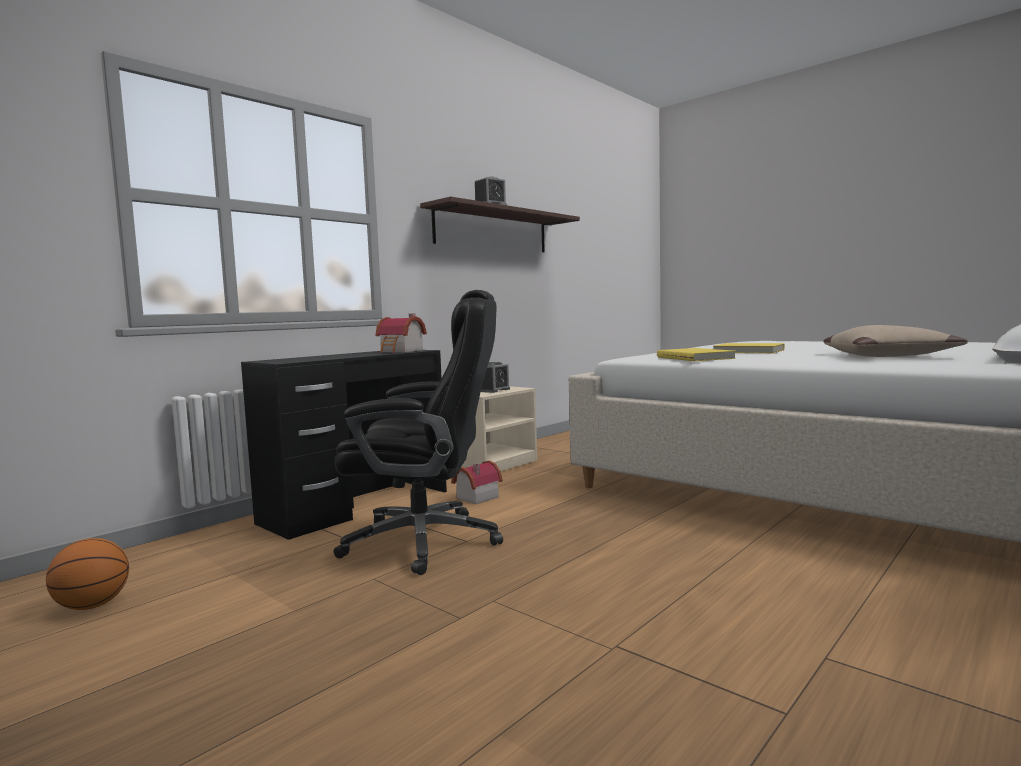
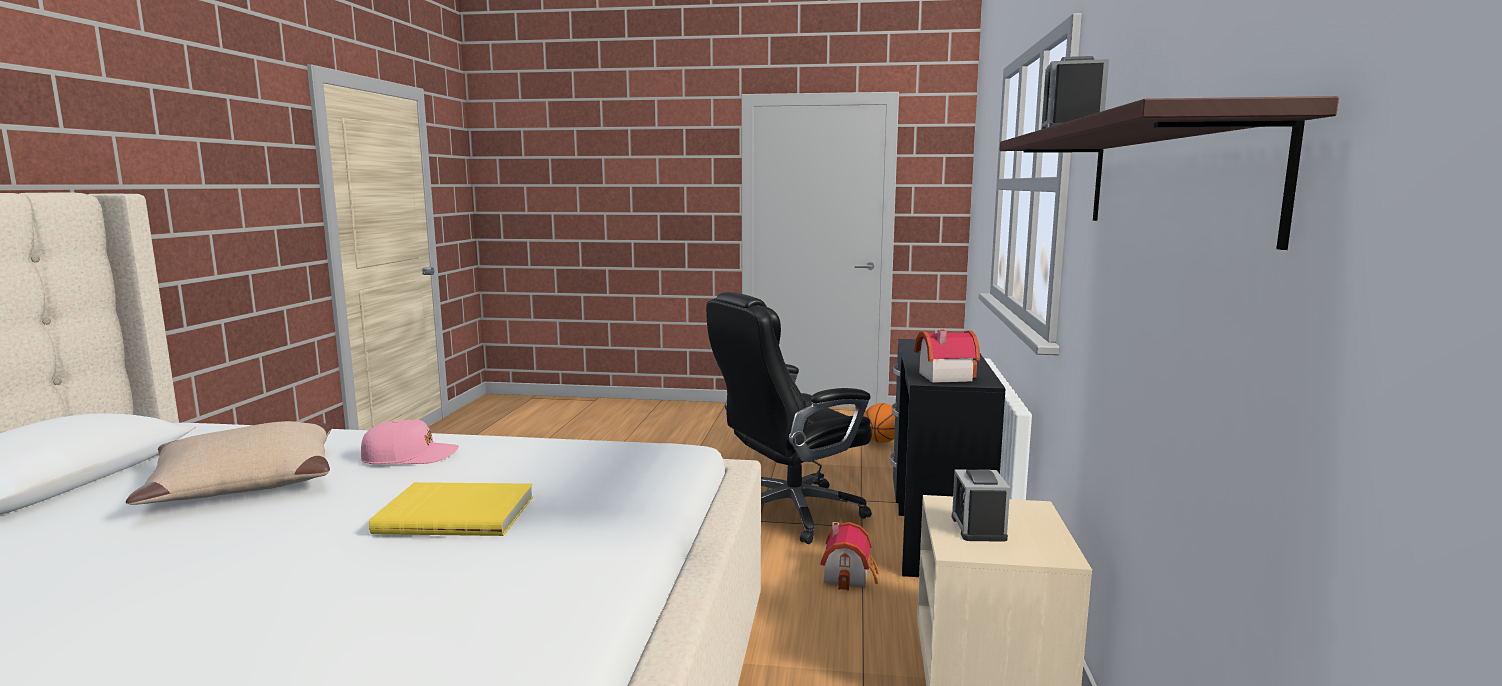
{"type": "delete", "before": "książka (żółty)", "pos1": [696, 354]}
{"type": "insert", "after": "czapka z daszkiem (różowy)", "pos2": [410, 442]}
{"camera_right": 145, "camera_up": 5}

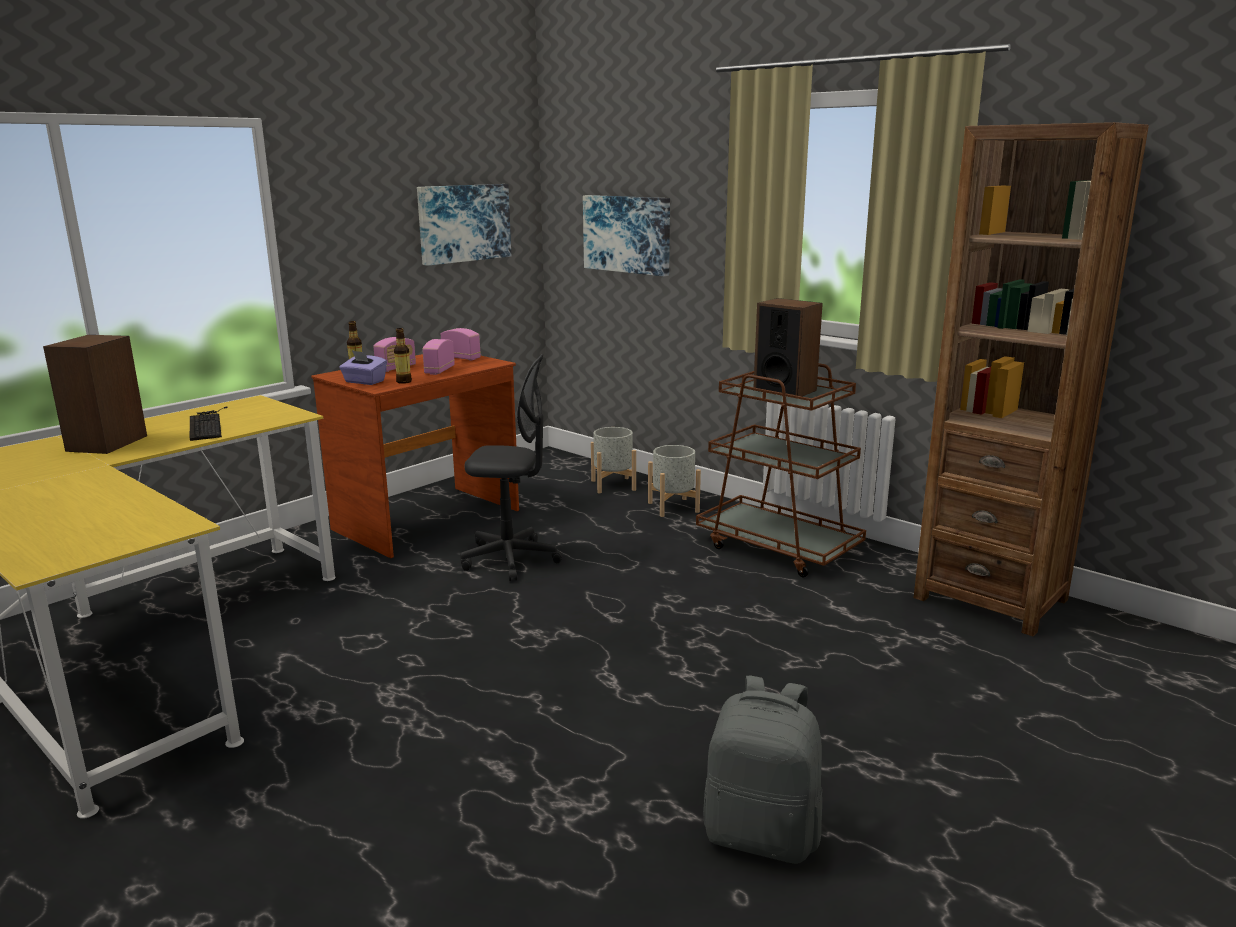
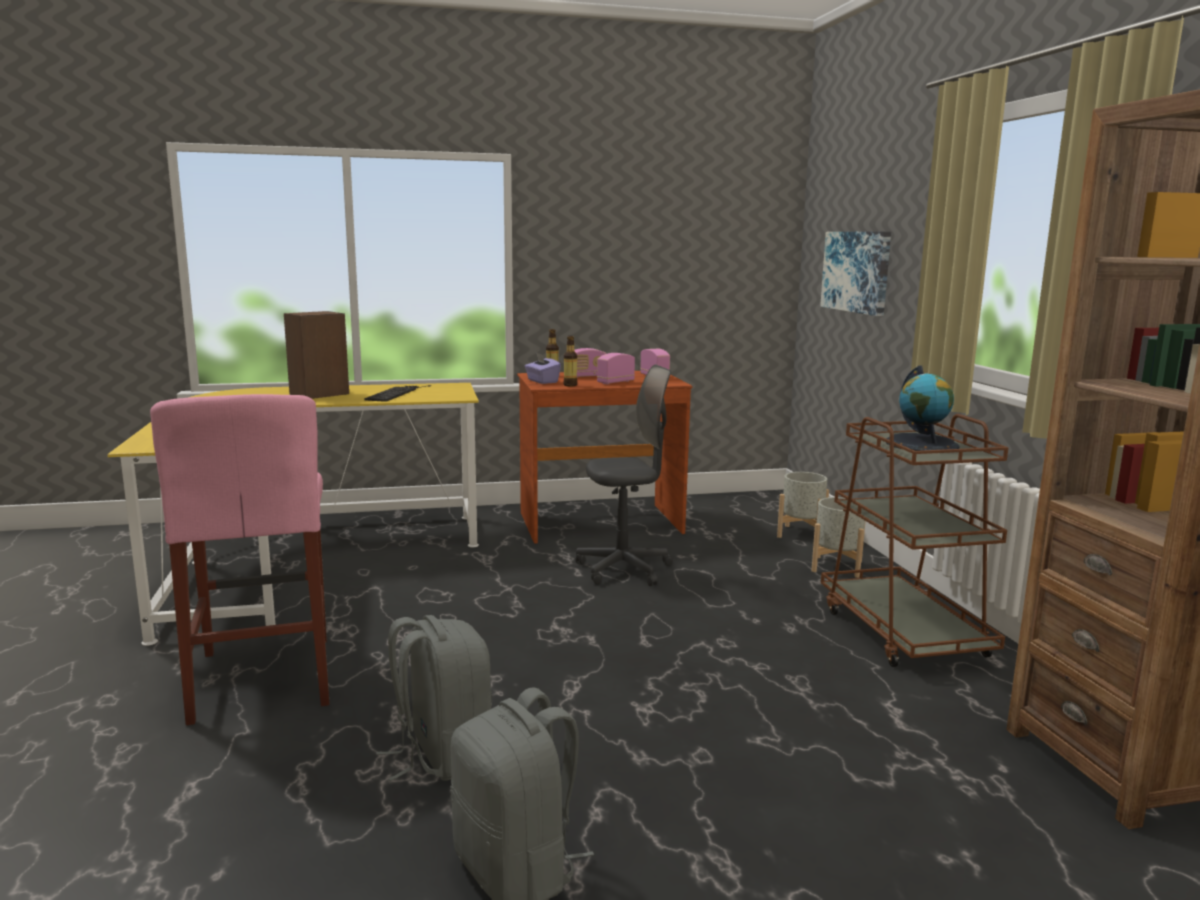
{"type": "delete", "before": "obraz", "pos1": [464, 225]}
{"type": "rotate", "before": "krzesło biurowe (szary)", "pos1": [511, 467], "pos2": [624, 475], "turn": -60}
{"type": "replace", "before": "głośnik", "after": "globus", "pos1": [788, 347], "pos2": [923, 408]}
{"type": "insert", "after": "stołek (różowy)", "pos2": [239, 559]}
{"type": "insert", "after": "plecak (szary)", "pos2": [434, 698]}
{"camera_right": 35, "camera_up": -5}

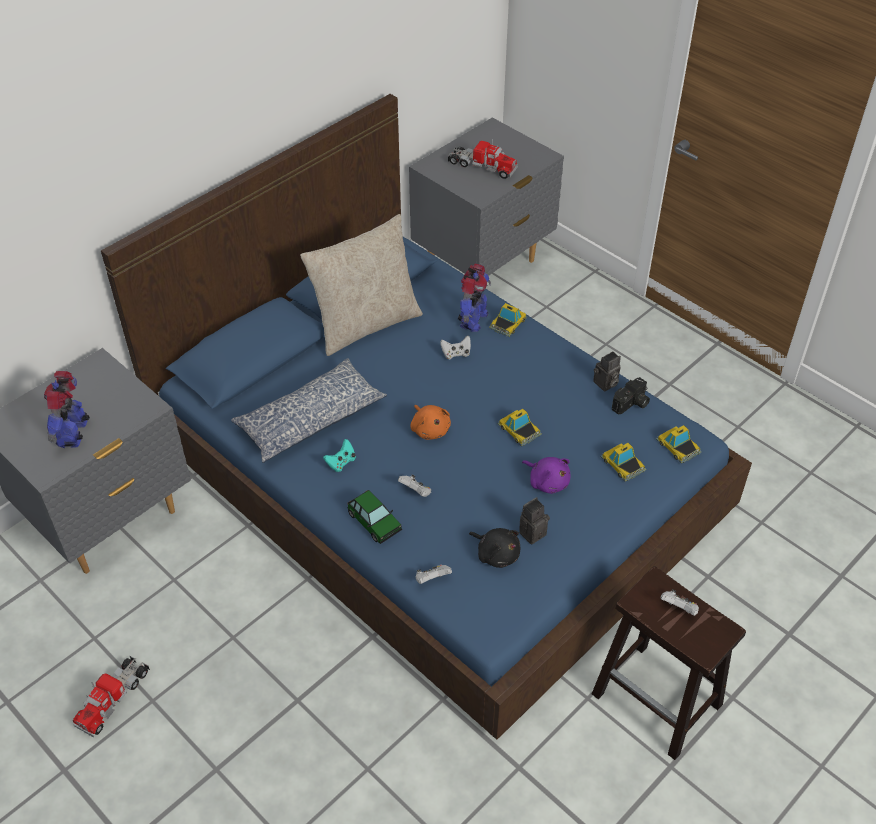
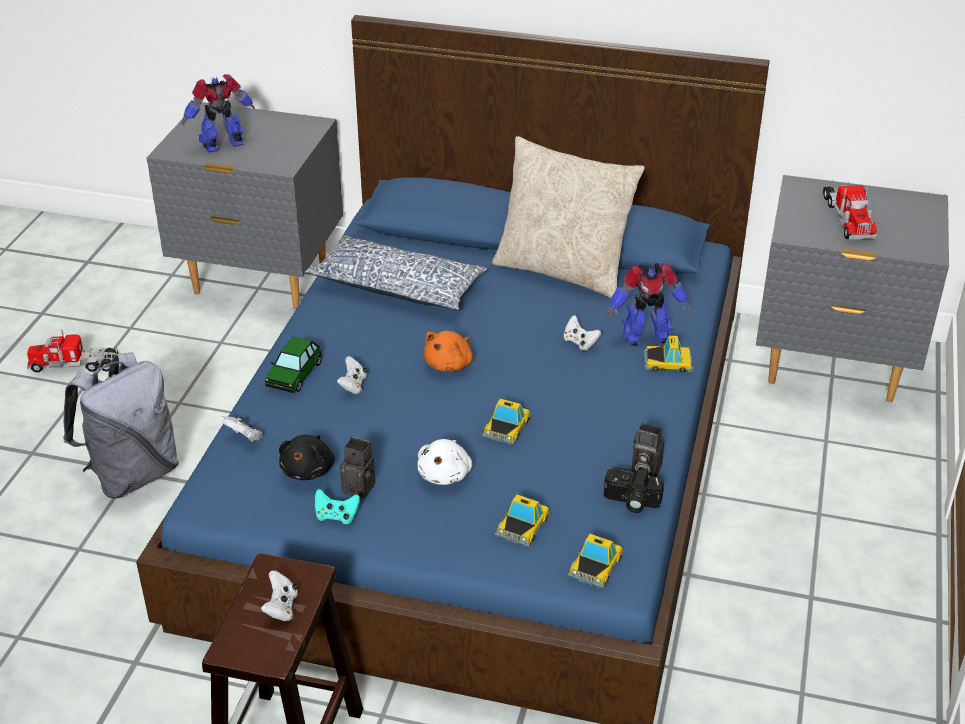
{"type": "move", "before": "pad do gier (turkusowy)", "pos1": [339, 455], "pos2": [337, 506]}
{"type": "recolor", "before": "pluszak (fioletowy)", "after": "pluszak (biały)", "pos1": [546, 475], "pos2": [445, 462]}
{"type": "insert", "after": "plecak (szary)", "pos2": [121, 425]}
{"camera_right": 60, "camera_up": -10}

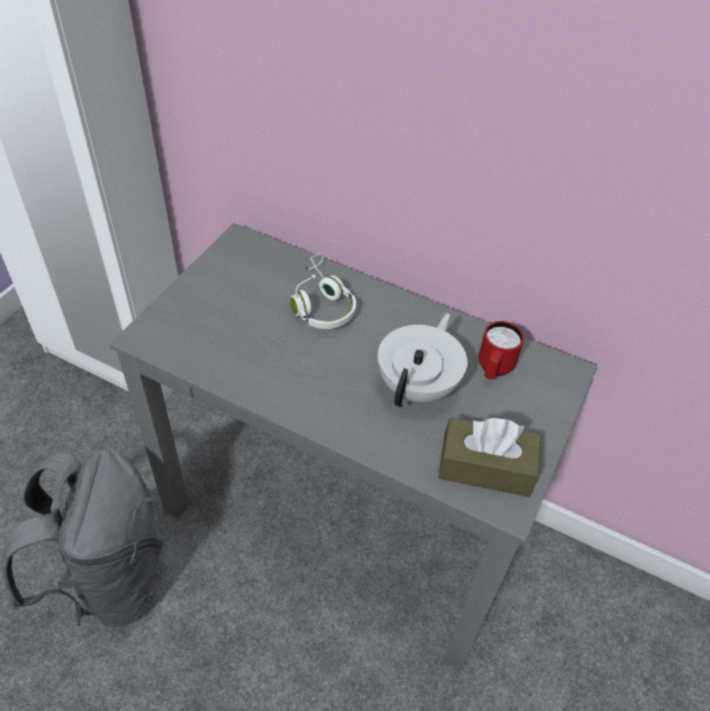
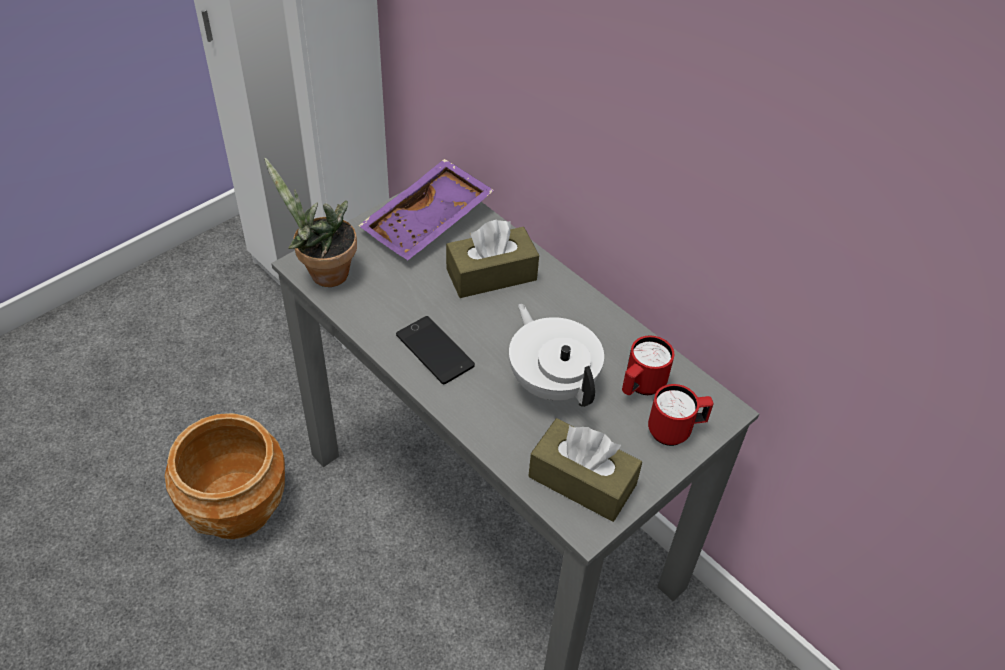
{"type": "replace", "before": "plecak (szary)", "after": "donica (brązowy)", "pos1": [83, 537], "pos2": [225, 476]}
{"type": "replace", "before": "słuchawki (biały)", "after": "pudełko chusteczek (brązowy)", "pos1": [323, 291], "pos2": [492, 259]}
{"type": "rotate", "before": "imbryk (biały)", "pos1": [422, 360], "pos2": [556, 355], "turn": -75}
{"type": "insert", "after": "roślina doniczkowa", "pos2": [310, 222]}
{"type": "insert", "after": "taca (fioletowy)", "pos2": [426, 209]}
{"type": "insert", "after": "telefon", "pos2": [435, 350]}
{"type": "insert", "after": "kubek (czerwony)", "pos2": [681, 415]}
{"camera_right": 20, "camera_up": 0}

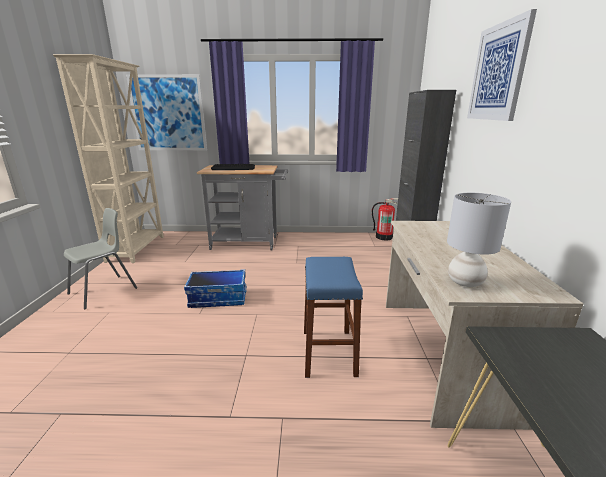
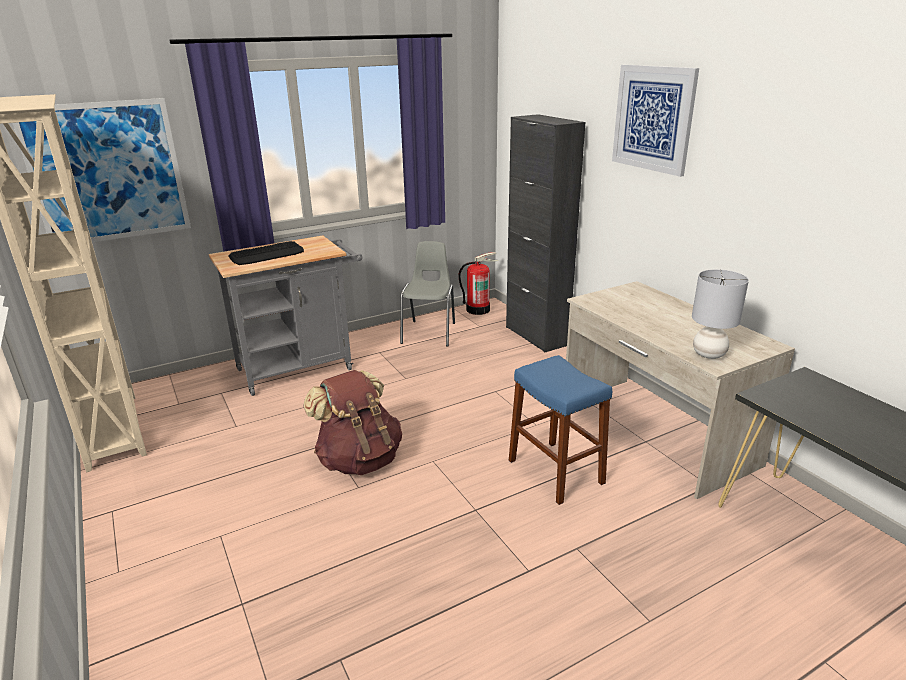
{"type": "move", "before": "krzesło (szary)", "pos1": [100, 258], "pos2": [427, 293]}
{"type": "replace", "before": "pojemnik do przechowywania", "after": "plecak (brązowy)", "pos1": [215, 288], "pos2": [352, 422]}
{"camera_right": -30, "camera_up": 5}

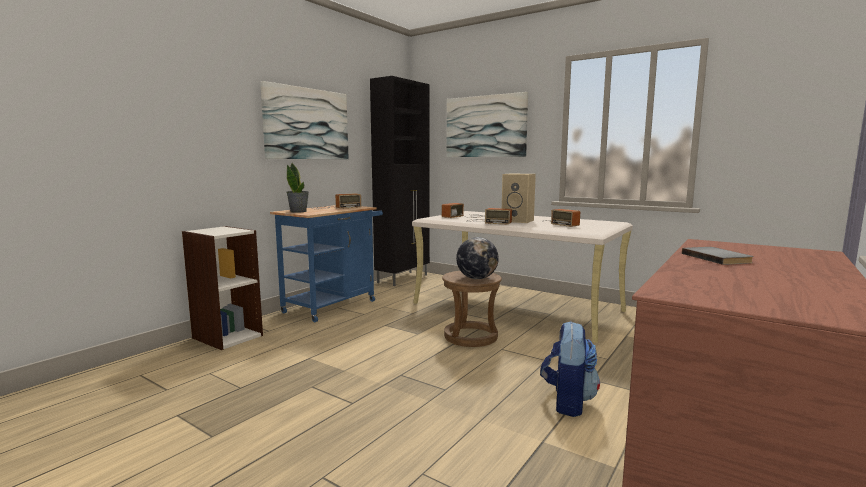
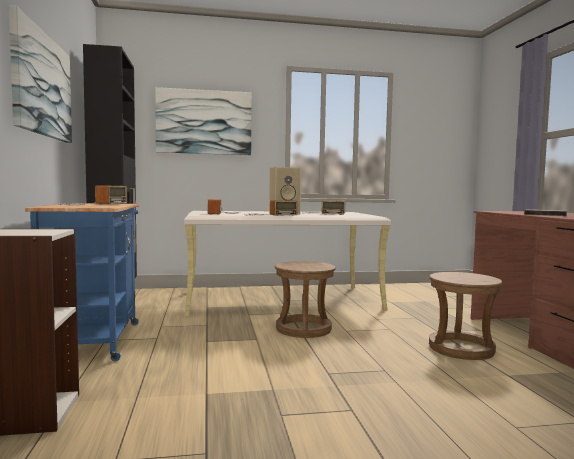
{"type": "delete", "before": "roślina doniczkowa", "pos1": [297, 188]}
{"type": "delete", "before": "globus", "pos1": [477, 258]}
{"type": "replace", "before": "plecak", "after": "stołek (brązowy)", "pos1": [570, 369], "pos2": [466, 316]}
{"camera_right": -45, "camera_up": -5}

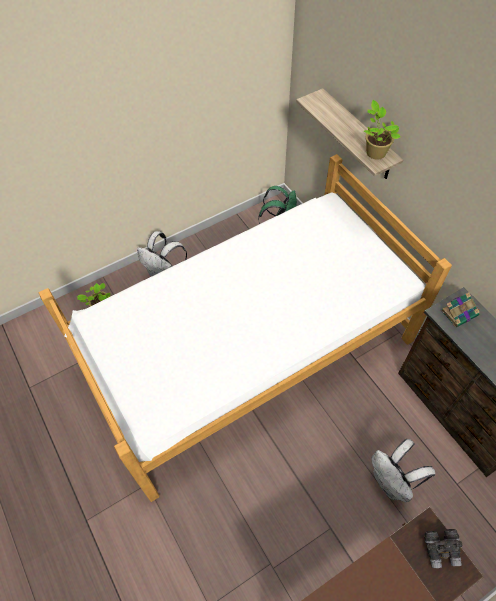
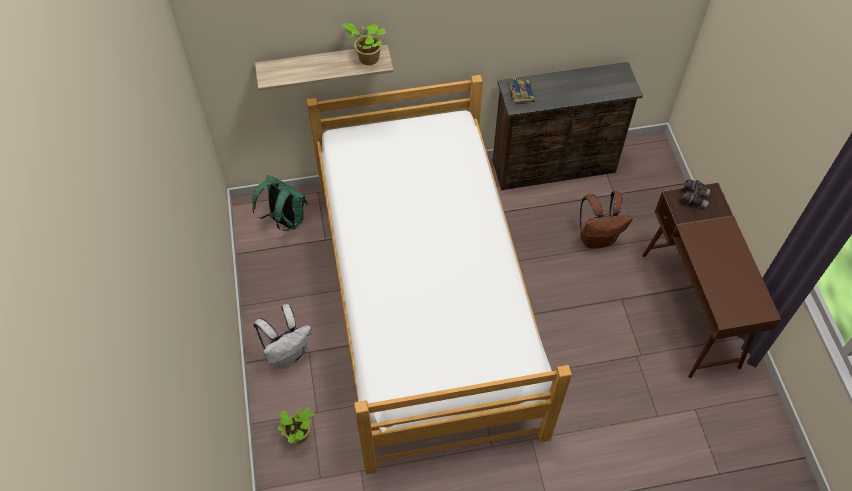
{"type": "recolor", "before": "plecak (biały)", "after": "plecak (brązowy)", "pos1": [403, 470], "pos2": [606, 219]}
{"camera_right": -70, "camera_up": 0}

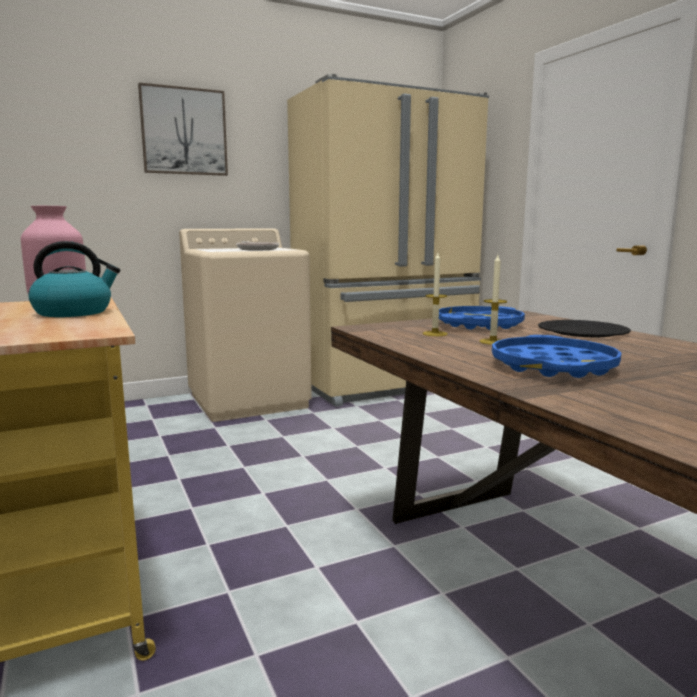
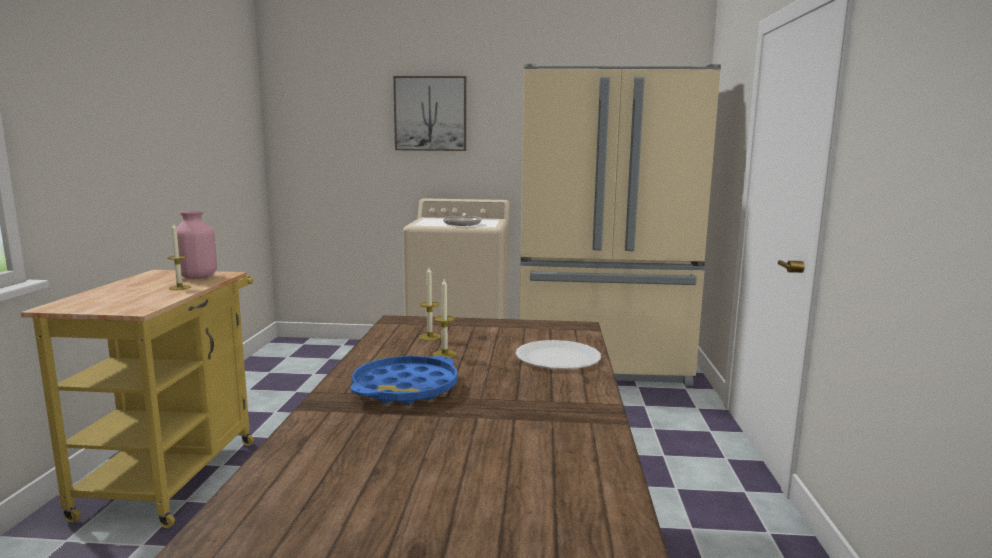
{"type": "replace", "before": "czajnik", "after": "świeca", "pos1": [74, 279], "pos2": [179, 256]}
{"type": "delete", "before": "taca (niebieski)", "pos1": [482, 318]}
{"type": "recolor", "before": "talerz (czarny)", "after": "talerz (biały)", "pos1": [584, 328], "pos2": [558, 354]}
{"camera_right": 30, "camera_up": 0}

